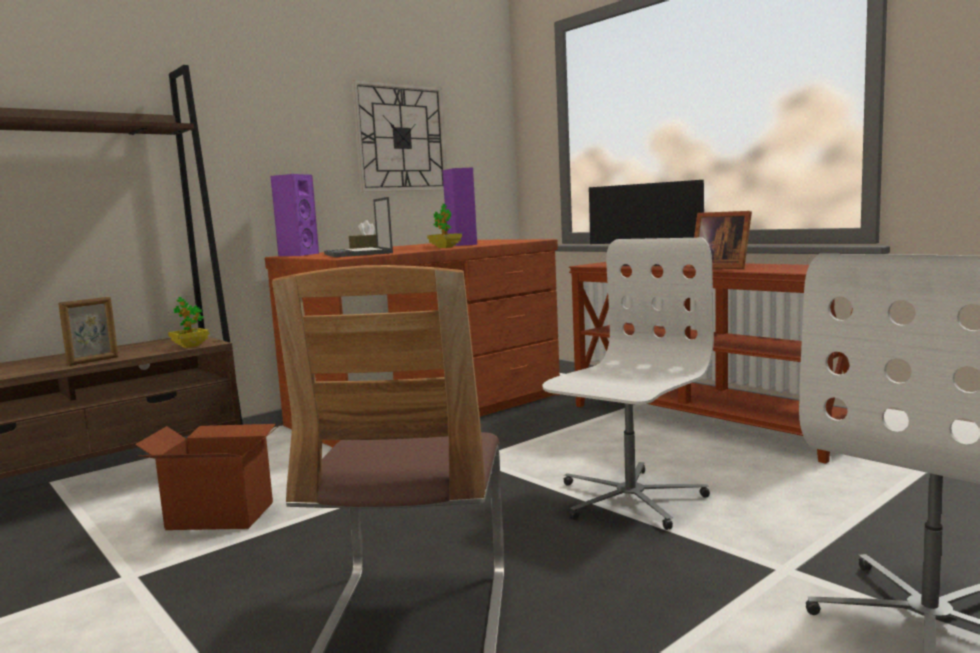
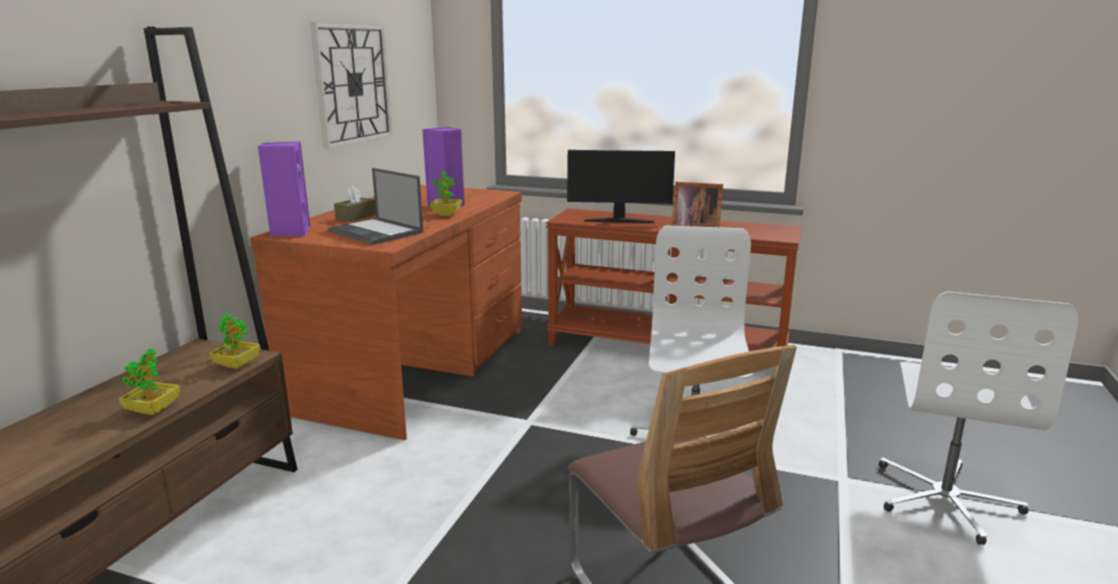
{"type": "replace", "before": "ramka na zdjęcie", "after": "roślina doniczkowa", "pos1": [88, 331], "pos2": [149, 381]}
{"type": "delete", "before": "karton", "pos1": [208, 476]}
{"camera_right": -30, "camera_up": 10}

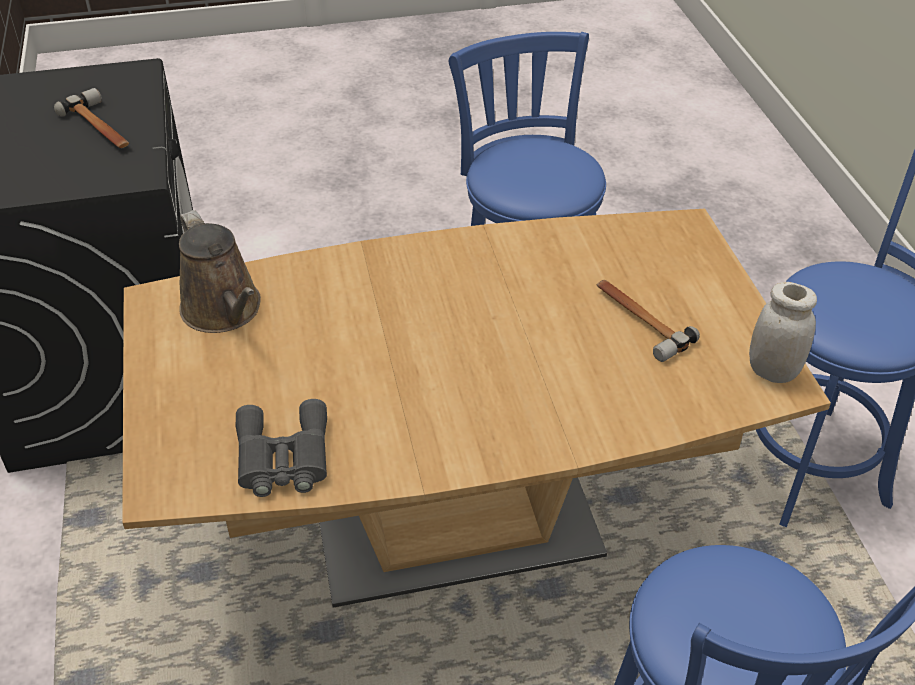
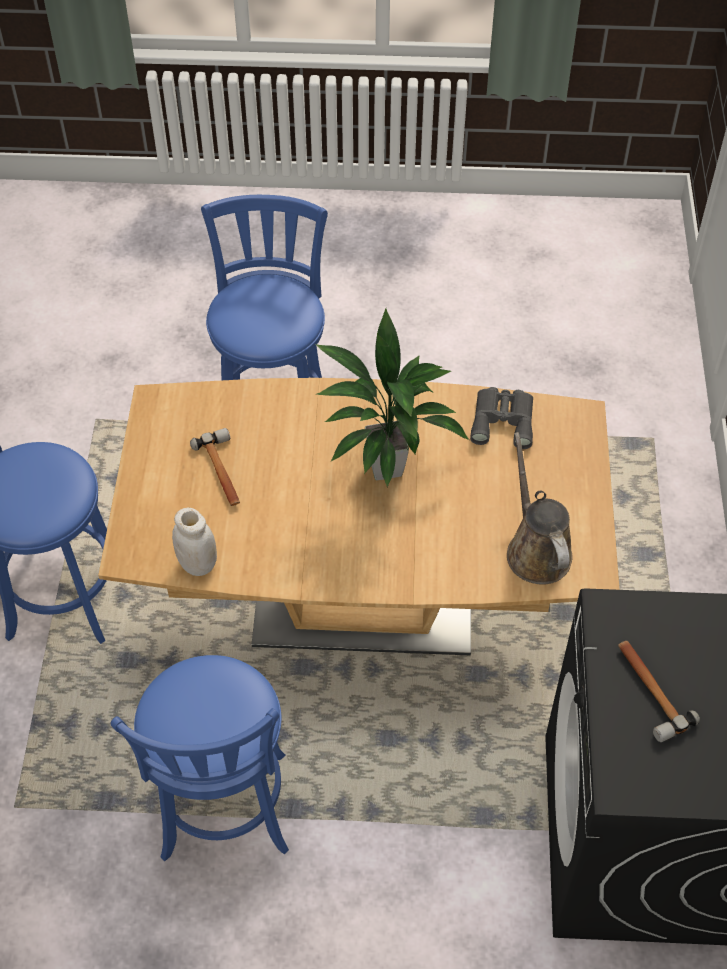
{"type": "move", "before": "słoik (biały)", "pos1": [783, 332], "pos2": [194, 542]}
{"type": "insert", "after": "roślina doniczkowa", "pos2": [392, 397]}
{"camera_right": -165, "camera_up": 10}

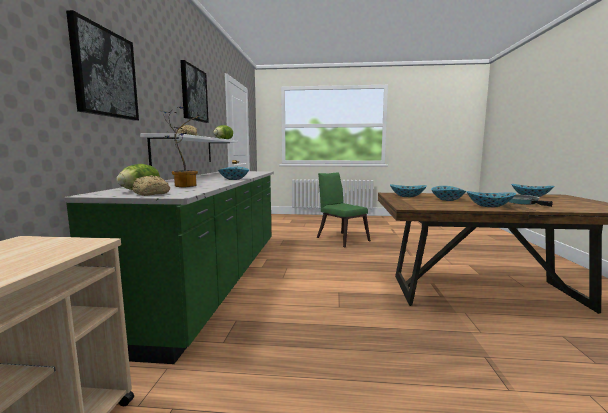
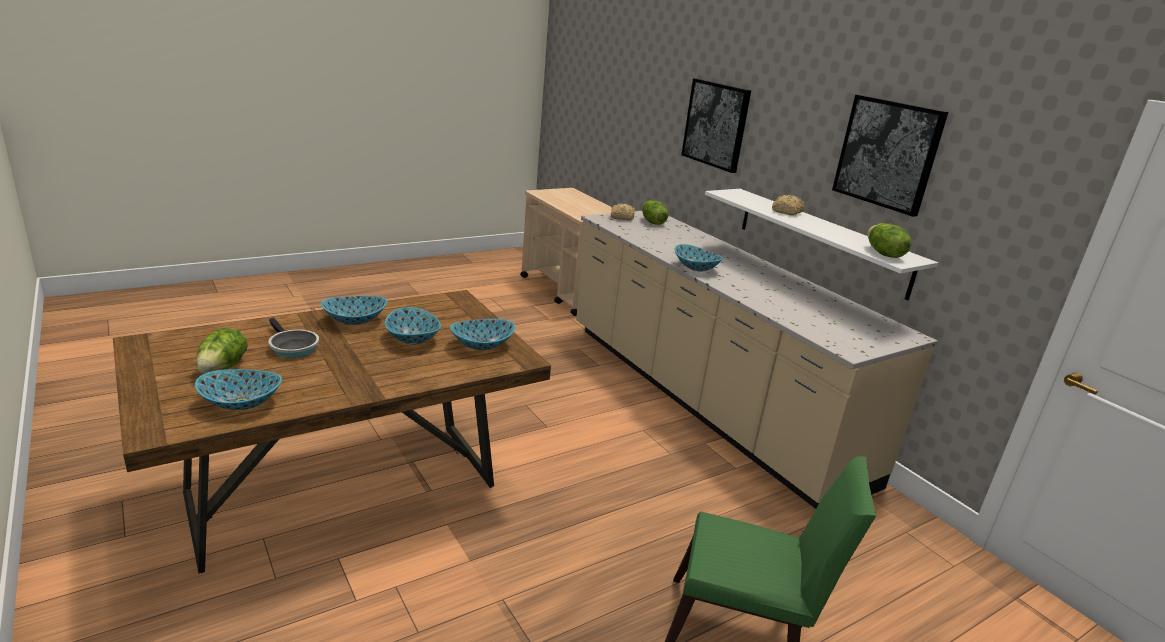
{"type": "recolor", "before": "zabudowa kuchenna (zielony)", "after": "zabudowa kuchenna (beżowy)", "pos1": [169, 267], "pos2": [757, 360]}
{"type": "delete", "before": "roślina doniczkowa", "pos1": [181, 146]}
{"type": "insert", "after": "sałata", "pos2": [222, 351]}
{"camera_right": 140, "camera_up": 15}

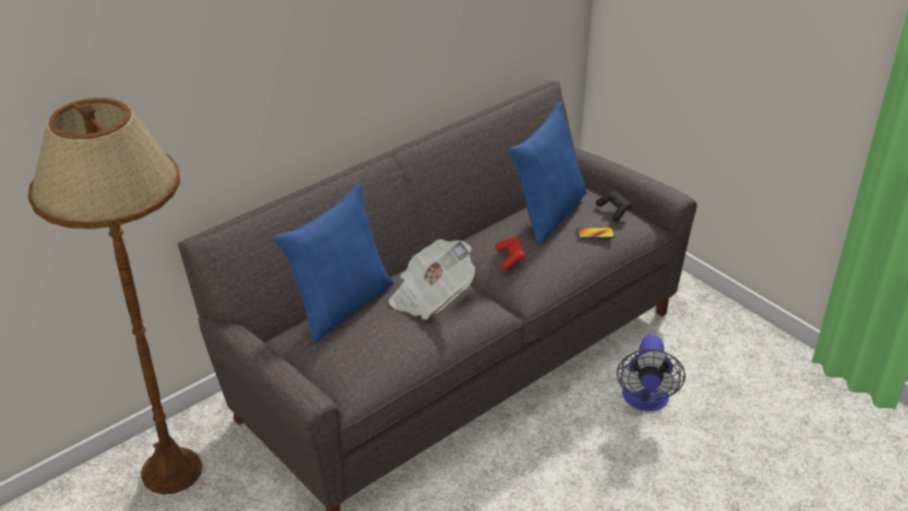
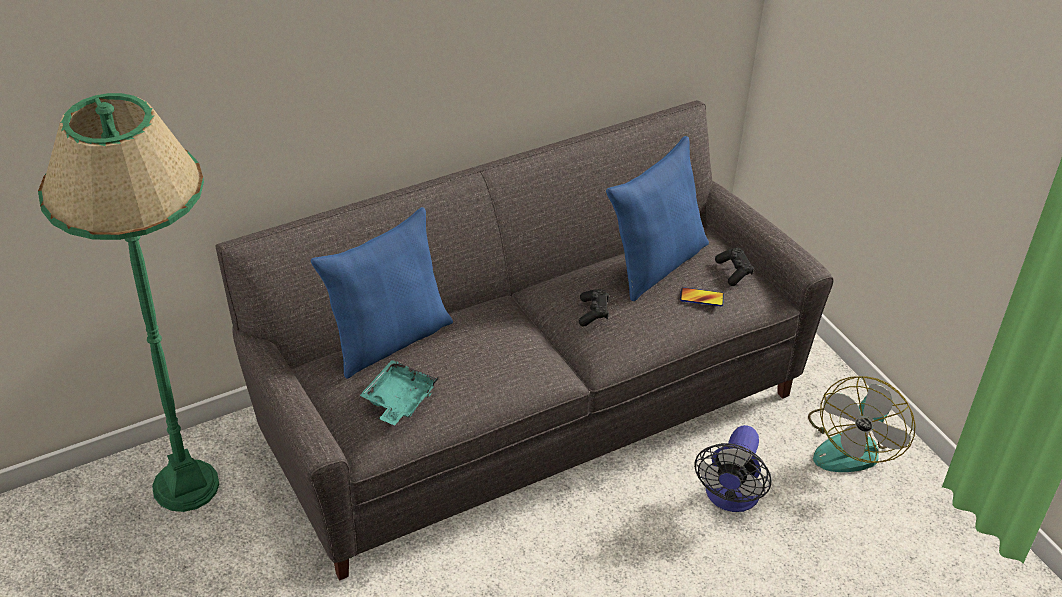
{"type": "recolor", "before": "lampa stojąca (brązowy)", "after": "lampa stojąca (zielony)", "pos1": [115, 296], "pos2": [128, 302]}
{"type": "delete", "before": "gazeta", "pos1": [432, 279]}
{"type": "recolor", "before": "pad do gier (czerwony)", "after": "pad do gier (czarny)", "pos1": [511, 253], "pos2": [594, 307]}
{"type": "insert", "after": "taca (turkusowy)", "pos2": [399, 392]}
{"type": "insert", "after": "wentylator", "pos2": [862, 424]}
{"camera_right": 10, "camera_up": 5}

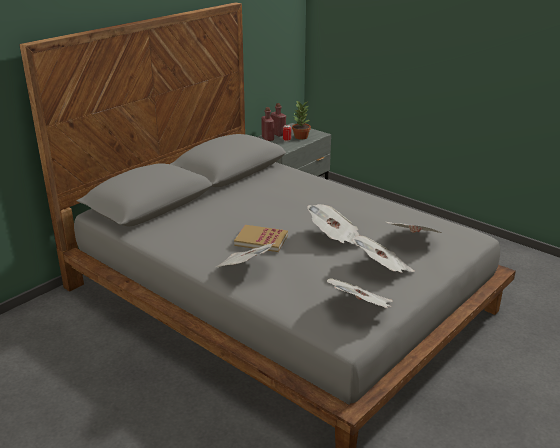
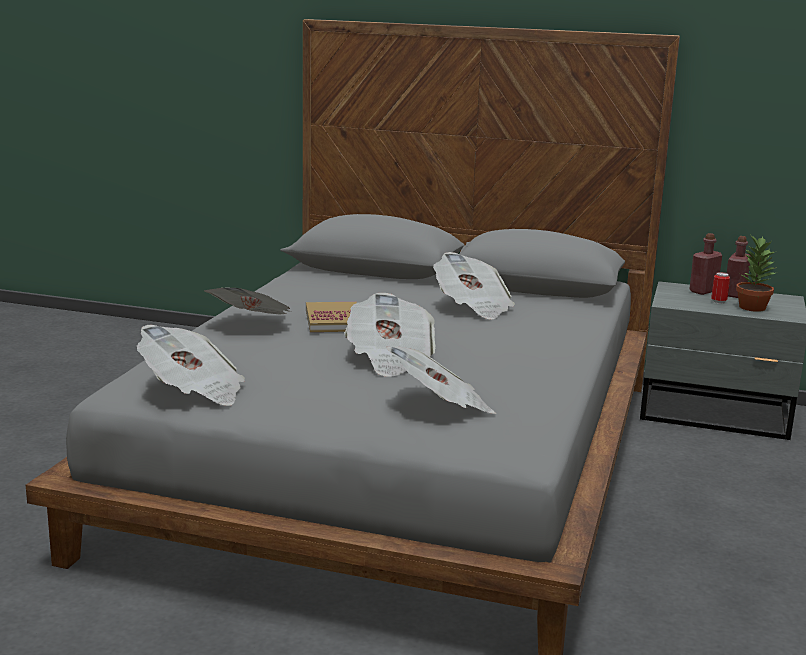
{"type": "move", "before": "gazeta", "pos1": [383, 254], "pos2": [474, 286]}
{"camera_right": 65, "camera_up": -10}

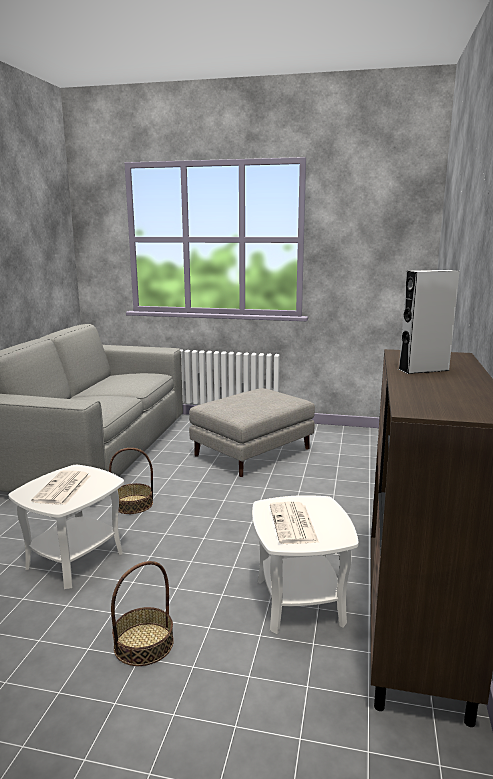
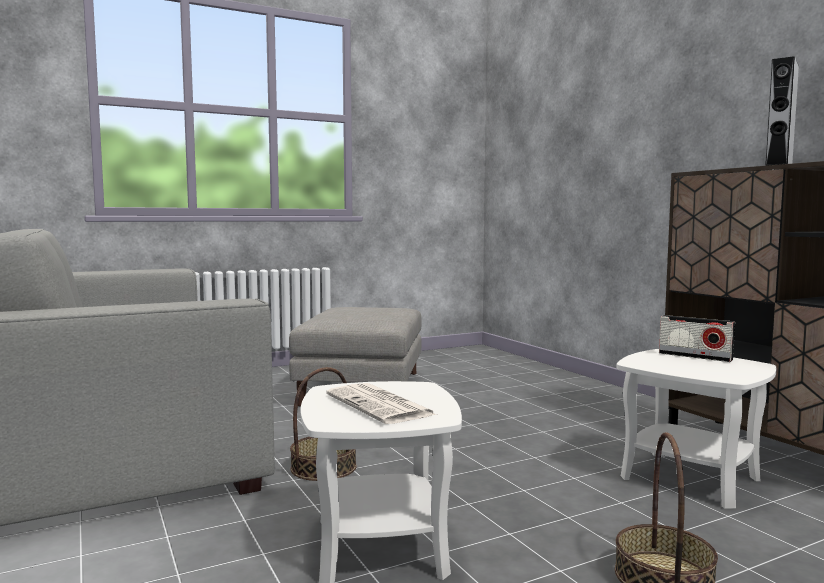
{"type": "delete", "before": "gazeta", "pos1": [294, 523]}
{"type": "insert", "after": "radio", "pos2": [697, 338]}
{"camera_right": -40, "camera_up": -10}

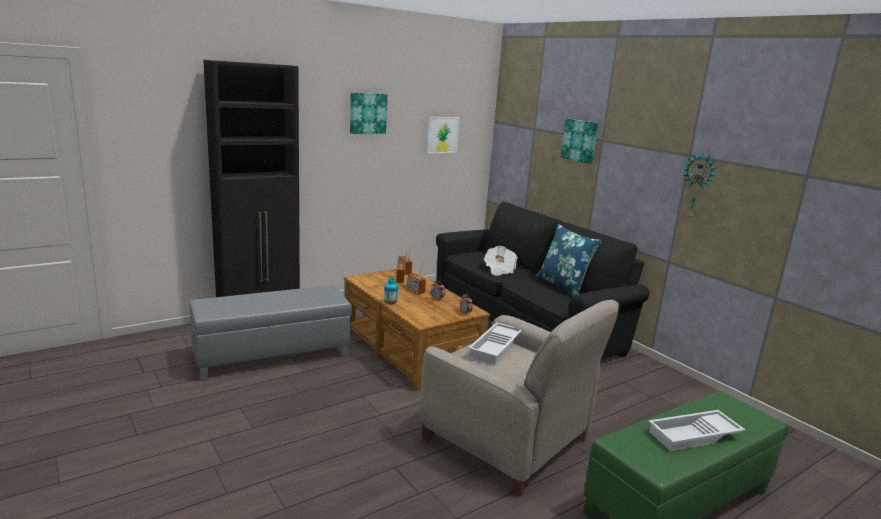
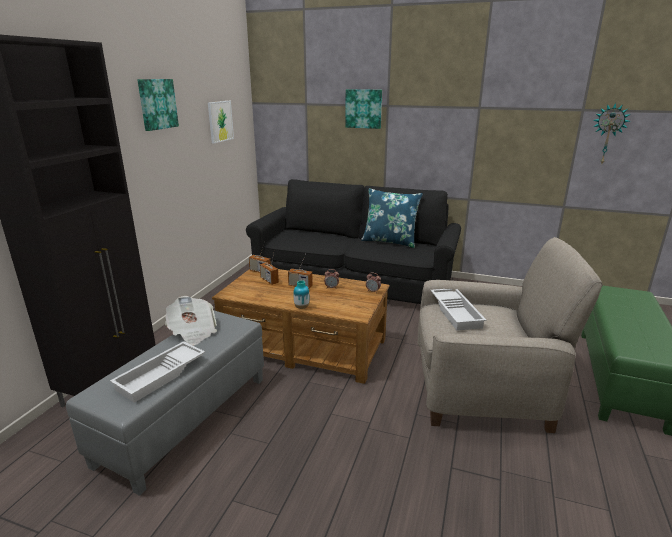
{"type": "move", "before": "gazeta", "pos1": [501, 261], "pos2": [191, 321]}
{"type": "move", "before": "taca (biały)", "pos1": [696, 430], "pos2": [157, 372]}
{"type": "move", "before": "zegar ścienny", "pos1": [700, 186], "pos2": [612, 134]}
{"camera_right": -35, "camera_up": 5}

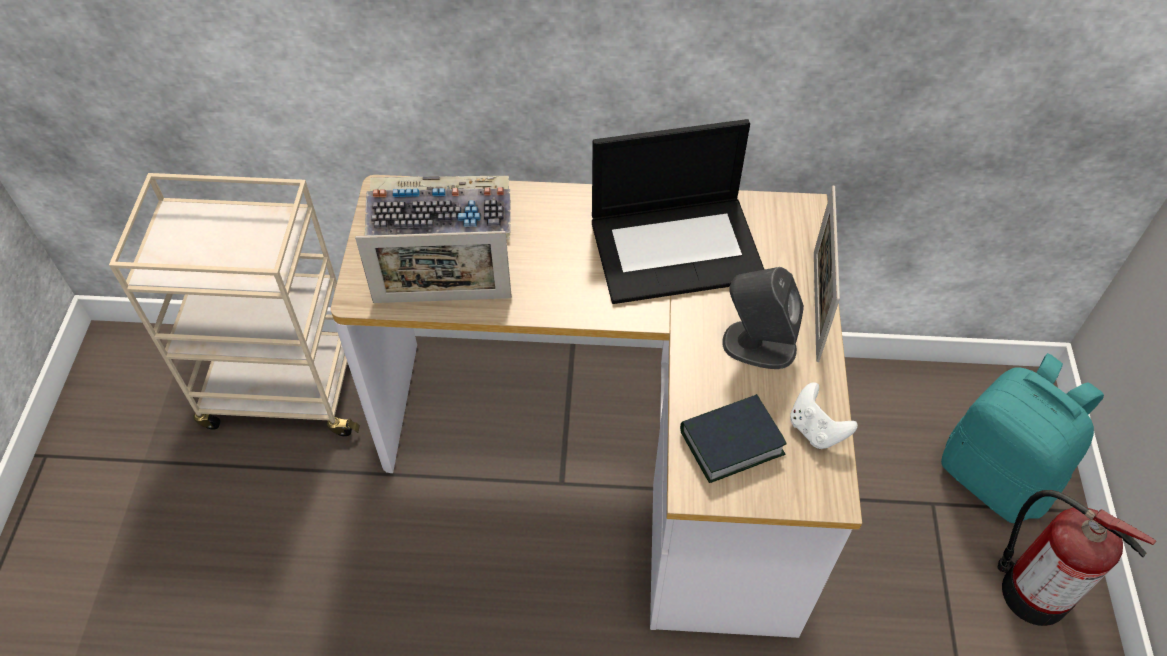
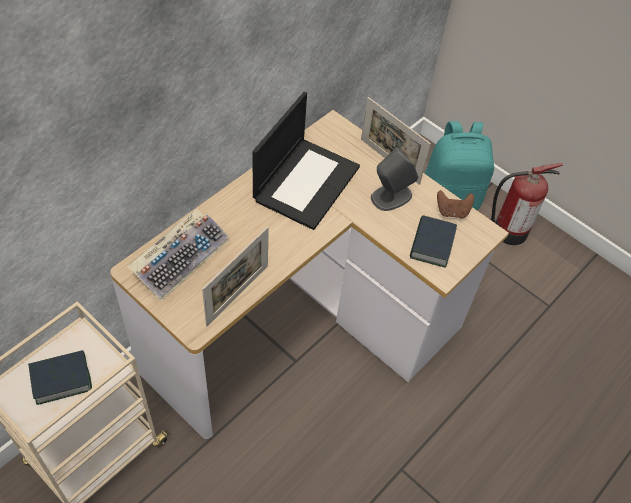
{"type": "recolor", "before": "pad do gier (biały)", "after": "pad do gier (brązowy)", "pos1": [824, 416], "pos2": [455, 204]}
{"type": "insert", "after": "książka", "pos2": [60, 377]}
{"camera_right": -55, "camera_up": 0}

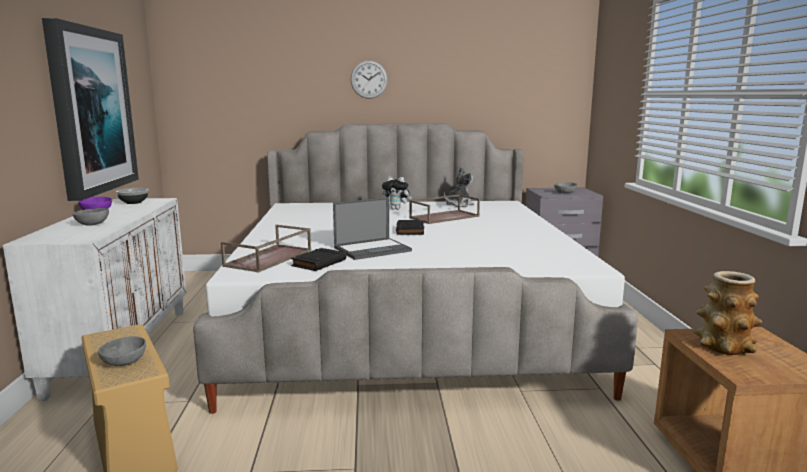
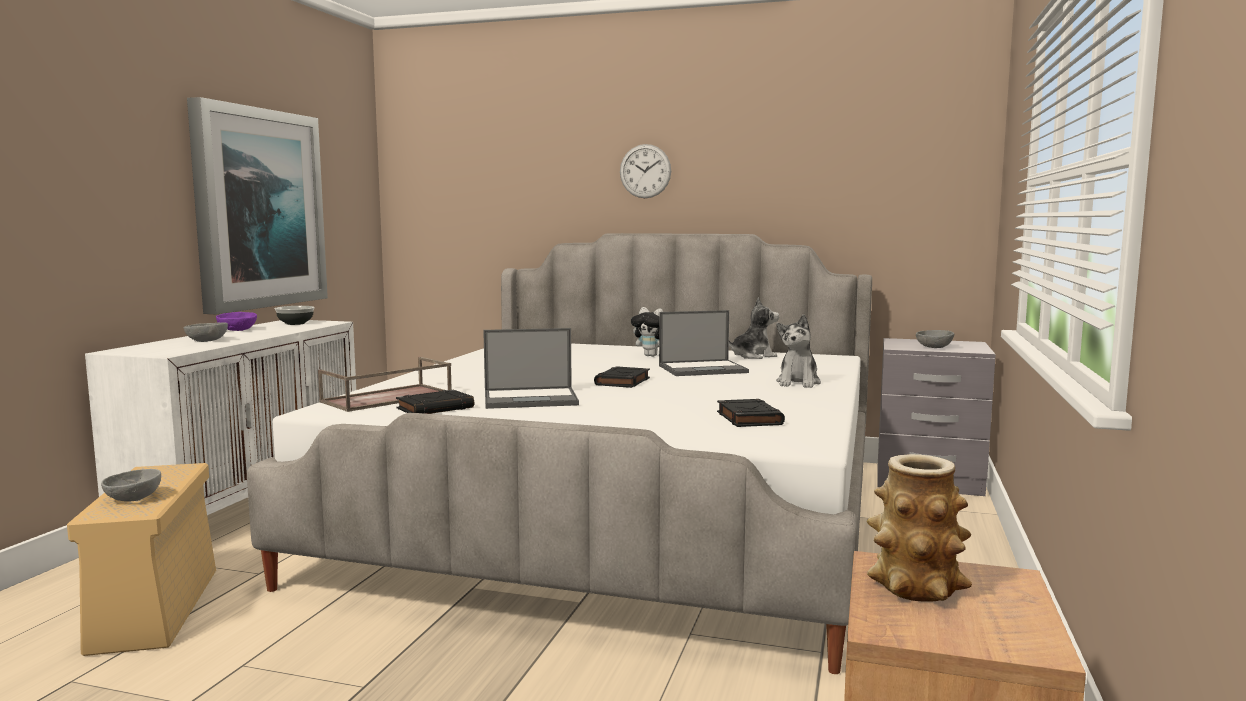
{"type": "replace", "before": "taca (brązowy)", "after": "laptop", "pos1": [444, 209], "pos2": [704, 343]}
{"type": "insert", "after": "książka (czarny)", "pos2": [751, 413]}
{"type": "insert", "after": "pluszak", "pos2": [798, 351]}
{"camera_right": 20, "camera_up": -5}

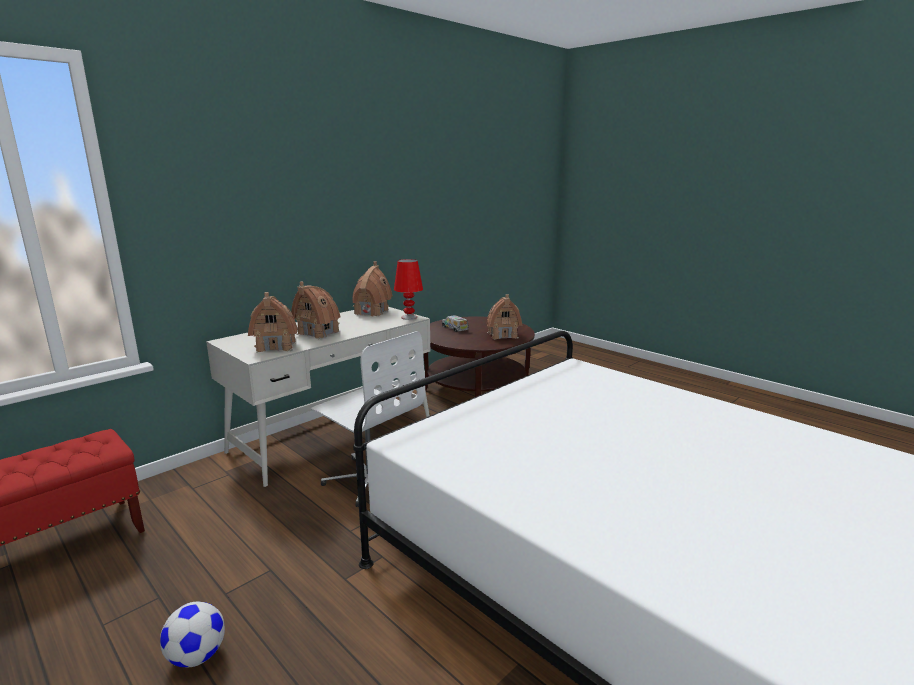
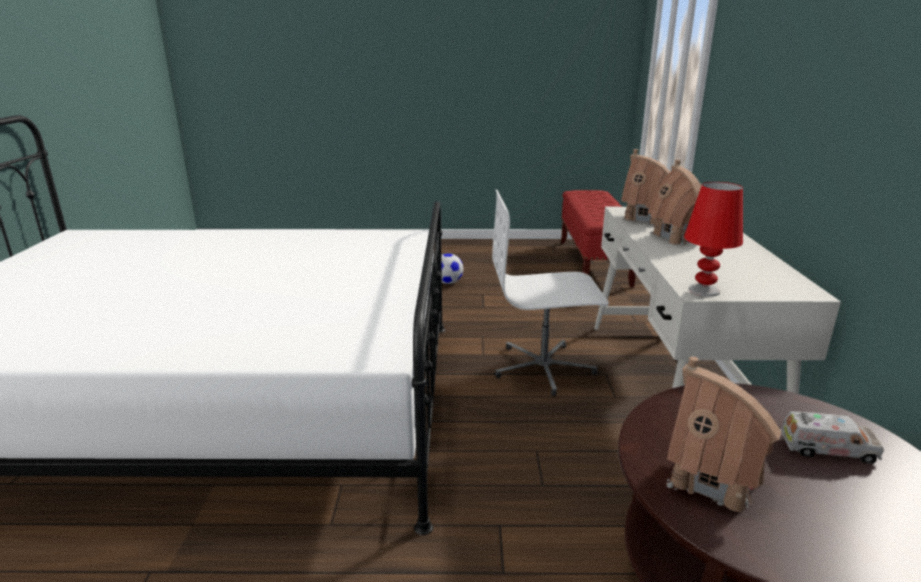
{"type": "delete", "before": "domek", "pos1": [372, 289]}
{"camera_right": 135, "camera_up": 5}

